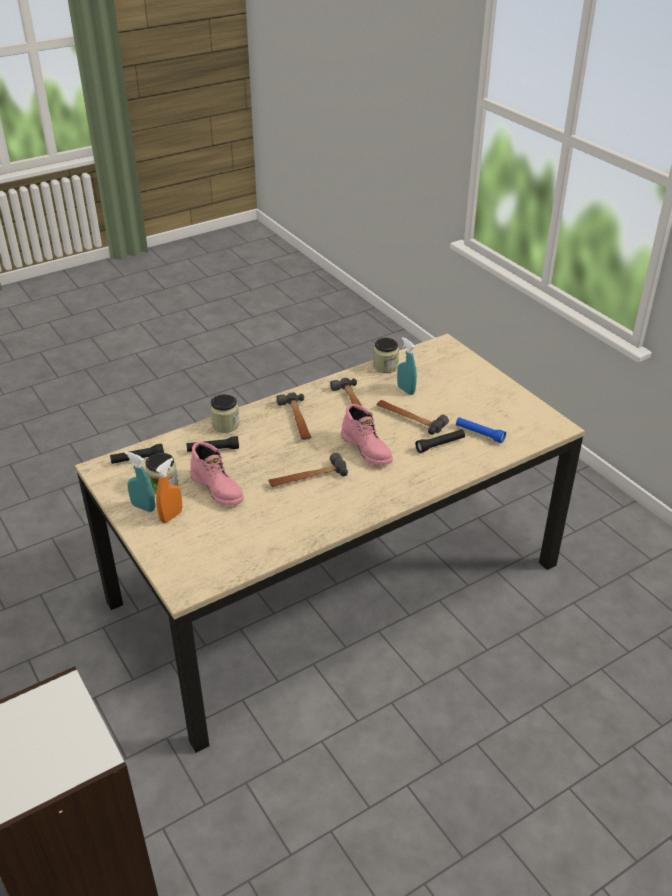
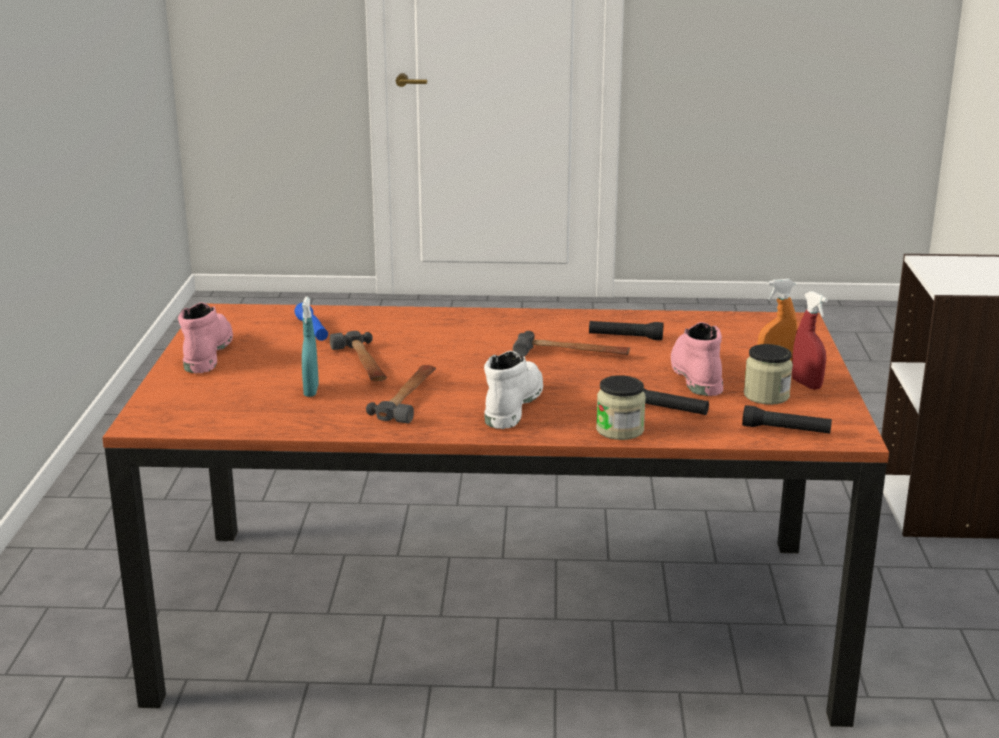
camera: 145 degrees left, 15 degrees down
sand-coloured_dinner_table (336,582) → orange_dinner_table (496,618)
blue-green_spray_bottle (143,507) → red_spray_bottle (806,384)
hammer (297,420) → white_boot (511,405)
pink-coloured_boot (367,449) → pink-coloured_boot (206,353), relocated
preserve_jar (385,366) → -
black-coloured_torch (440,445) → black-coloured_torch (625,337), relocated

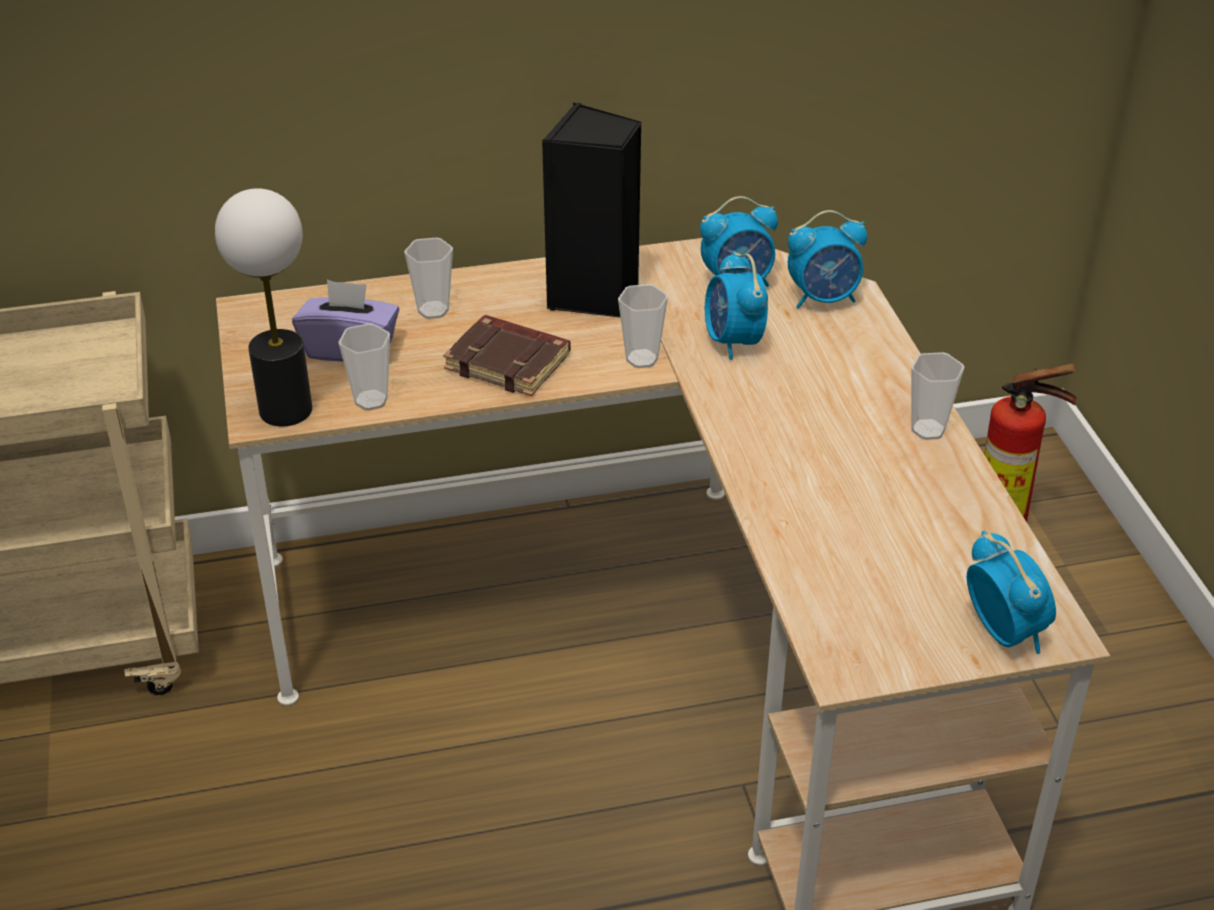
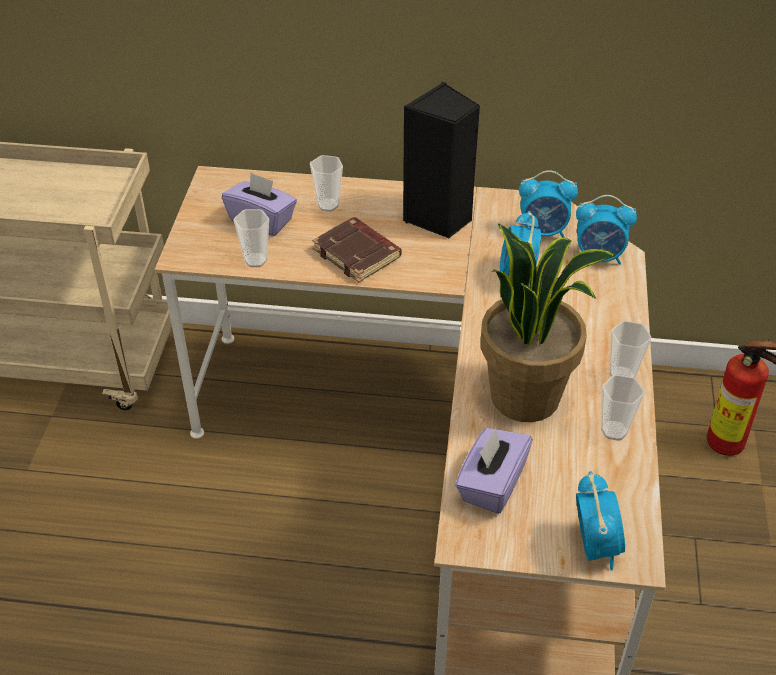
camera: 20 degrees right, 5 degrees up
table_lamp (286,411) → -
cup (642,359) → cup (614,430), relocated
- → purple-coloured_tissue_holder (491,484)
- → plant_in_a_pot (526,396)

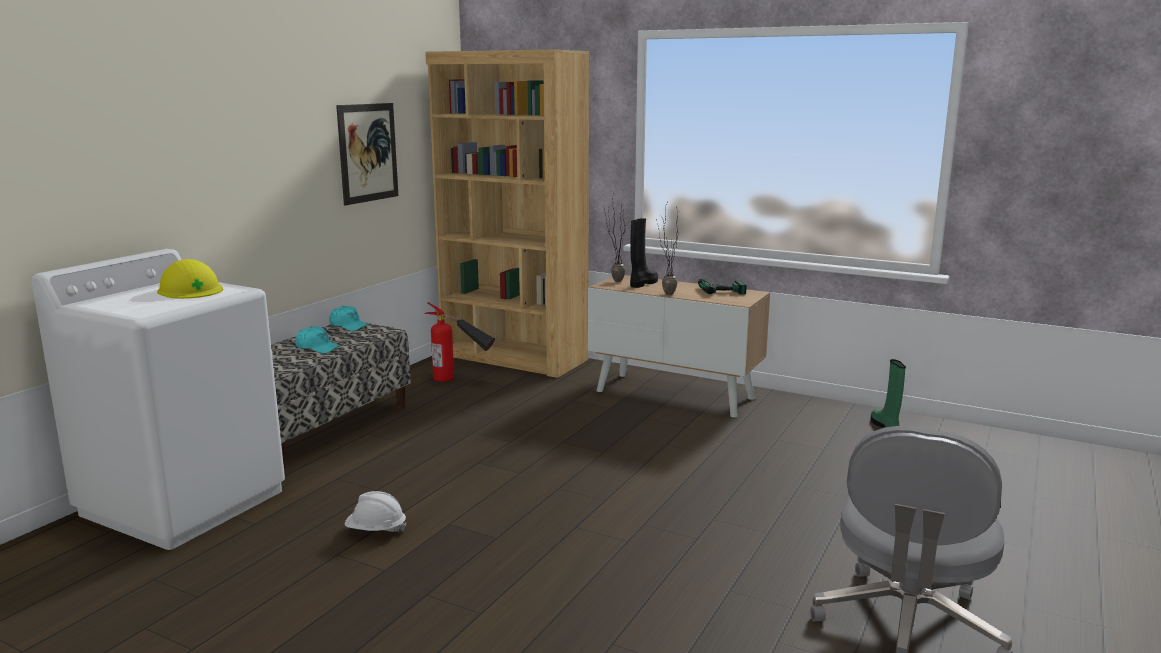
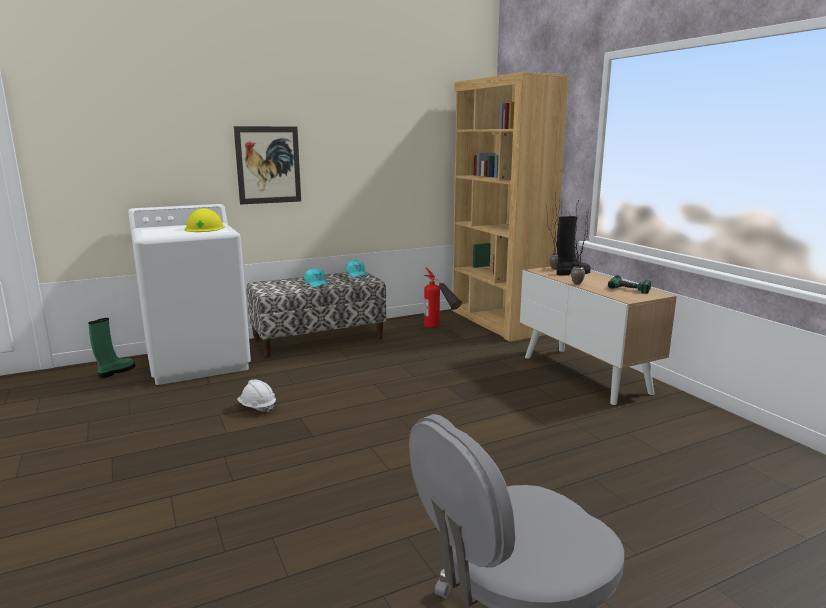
camera: 35 degrees right, 0 degrees up
wall_picture (368,153) → wall_picture (268,165), relocated
greenish_boot (885,427) → greenish_boot (116,372), relocated

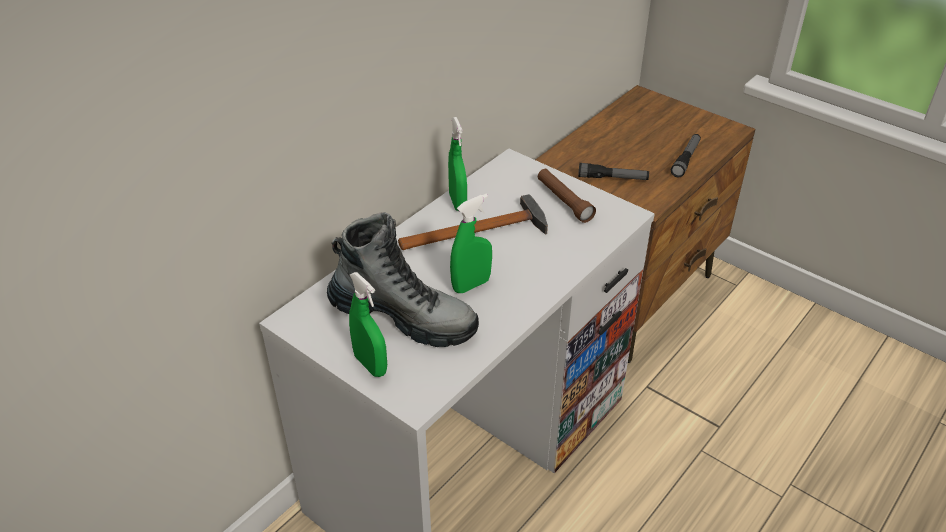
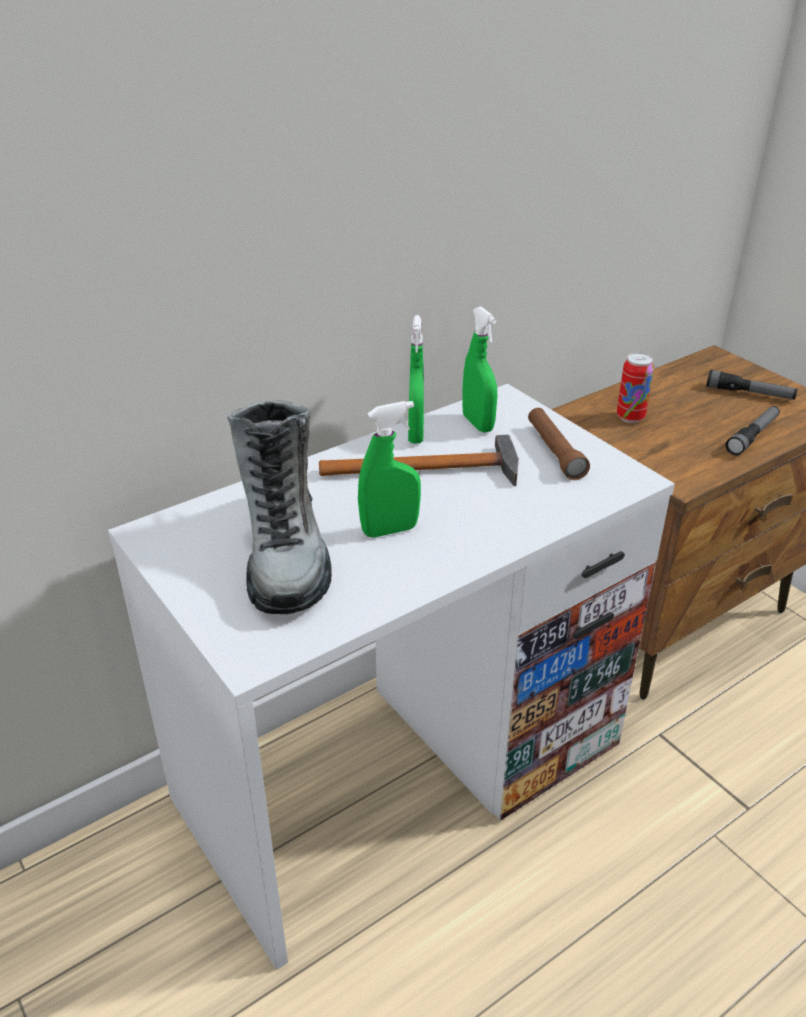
camera: 15 degrees right, 5 degrees down
boot (403,317) → boot (285,553), 45 degrees clockwise
greenish_spray_bottle (370,365) → greenish_spray_bottle (478,423), relocated
torch (612,178) → torch (749,393), relocated
- → metal_can (630,417)

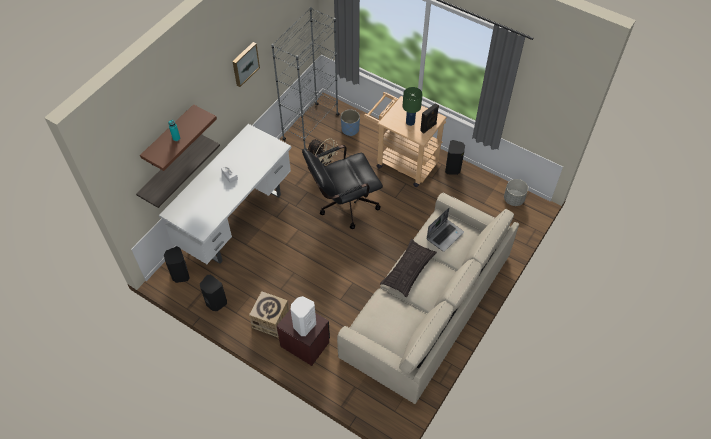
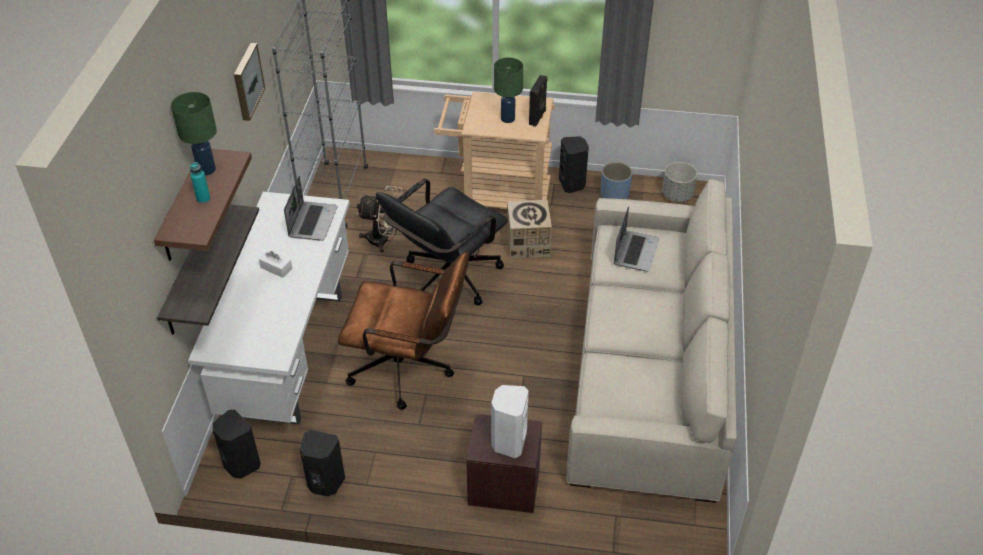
camera: 25 degrees left, 10 degrees down
cardboard_box (271,320) → cardboard_box (528,243), relocated
bluish_flower_pot (350,129) → bluish_flower_pot (614,195), relocated
cushion (408,270) → -
- → greenish_table_lamp (206,169)
- → laptop (312,221)
- → brown_computer_chair (409,370)

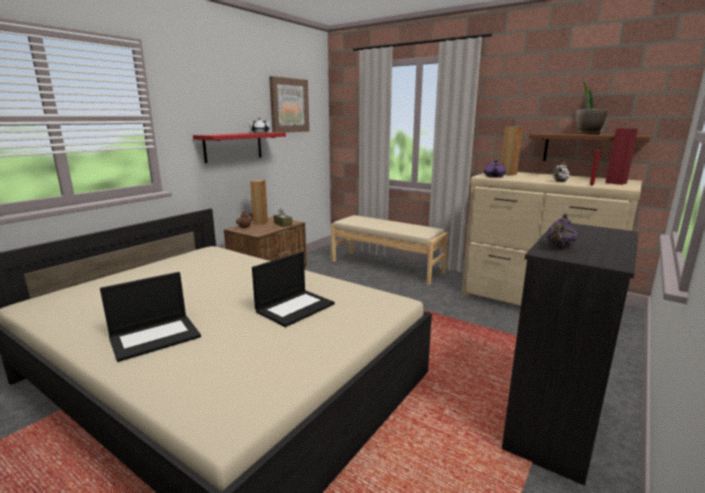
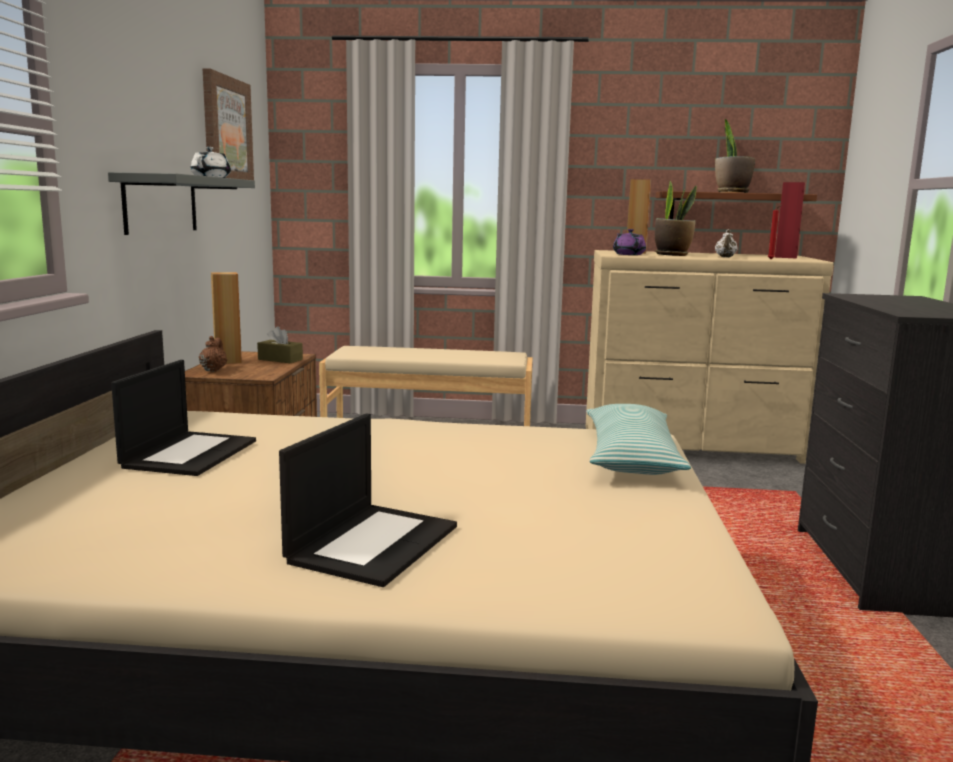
camera: 30 degrees left, 5 degrees down
red_shelf (233,146) → greyish_shelf (161,204)
laptop (295,307) → laptop (190,453), relocated
purple-coloured_teapot (559,246) → -
- → cushion (631,457)
- → plant_in_a_pot (672,255)

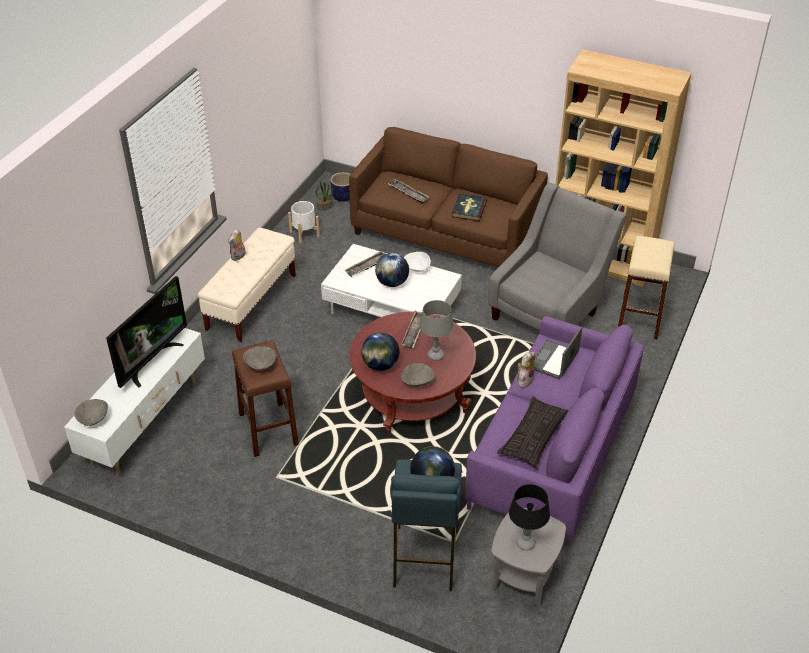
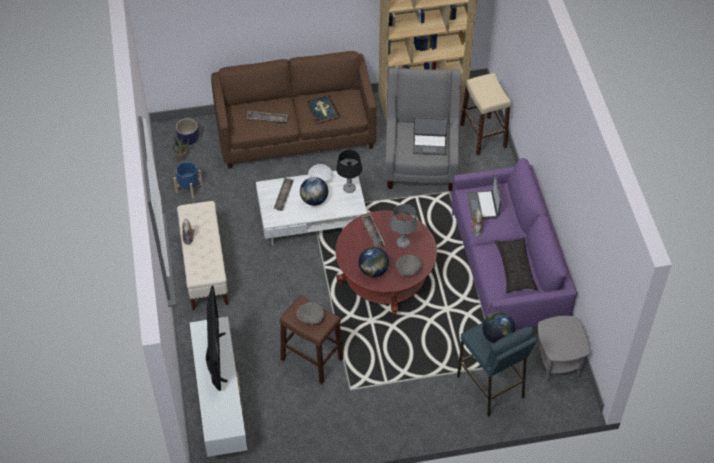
camera: 35 degrees left, 10 degrees up
greyish_serving_bowl (93,419) → -
white_flower_pot (304,234) → bluish_flower_pot (189,188)
black-coloured_table_lamp (525,543) → black-coloured_table_lamp (349,188), relocated
- → laptop (429,144)

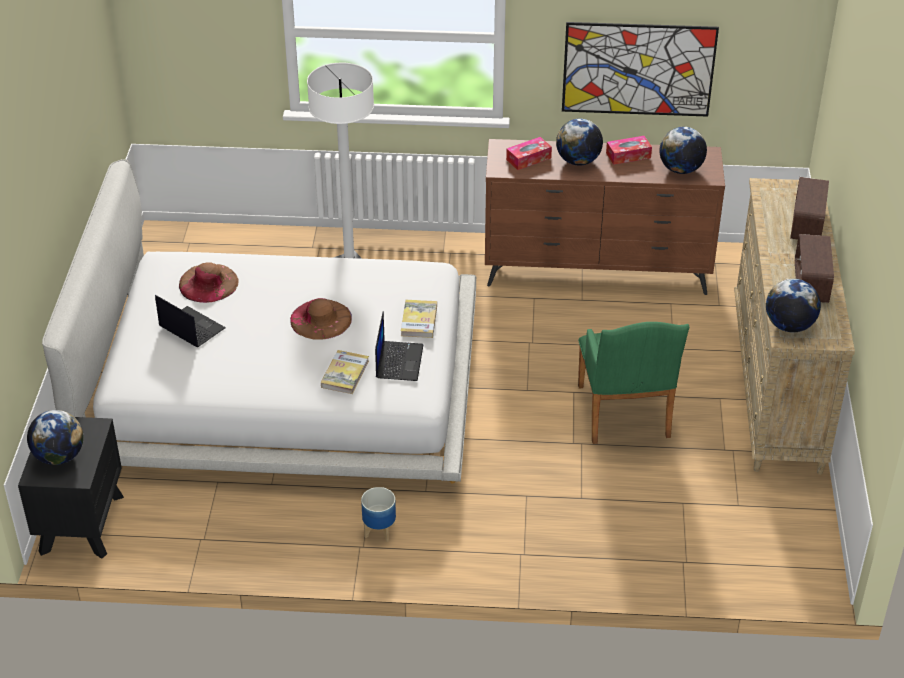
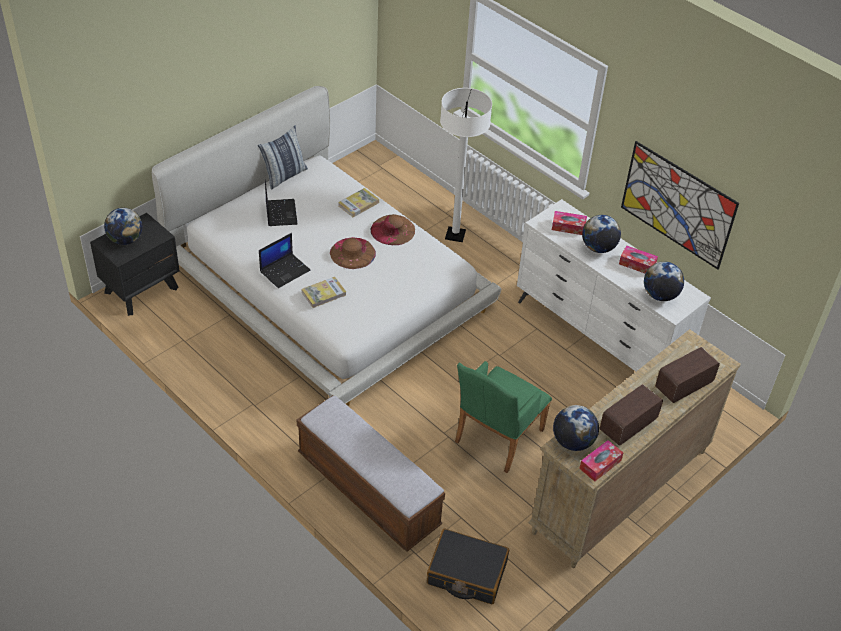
camera: 40 degrees right, 5 degrees up
brown_hat (208,283) → brown_hat (393,230), relocated
flower_pot (379,530) → -
laptop (398,361) → laptop (285,270), relocated
book (419,321) → book (358,204), relocated
brown_dresser (597,273) → white_dresser (598,339)
- → cushion (284,176)
- → bench (368,490)
- → black-coloured_piece_of_luggage (466,573)
- → tissue_holder (600,464)

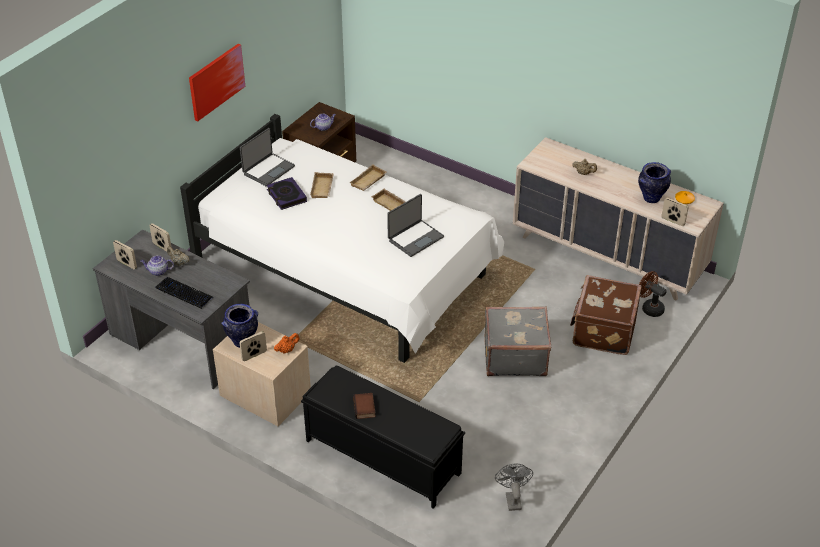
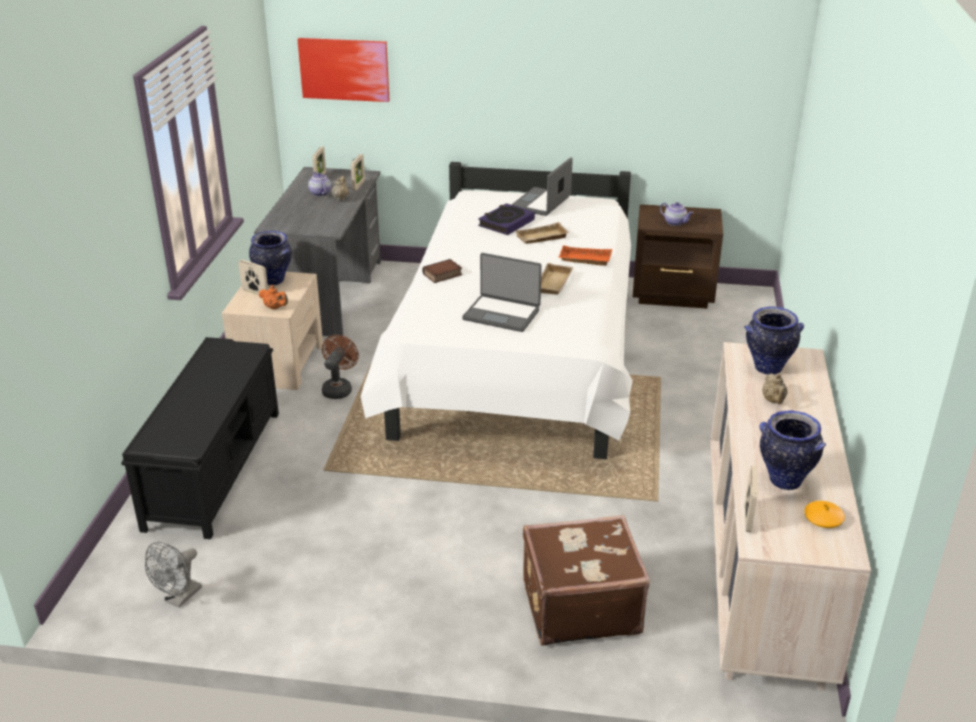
camera: 65 degrees right, 10 degrees down
PC_keyboard (184,293) → -
wall_picture (216,81) → wall_picture (344,69), relocated
laptop (268,170) → laptop (542,203), 105 degrees clockwise
sand-coloured_serving_tray (368,181) → orange_serving_tray (584,260)
book (365,408) → book (442,275), relocated
greyish_piece_of_luggage (514,356) → -
greyish_fan (512,498) → greyish_fan (179,598), 150 degrees clockwise
brown_fan (649,308) → brown_fan (339,388), relocated
- → vase (767,368)

